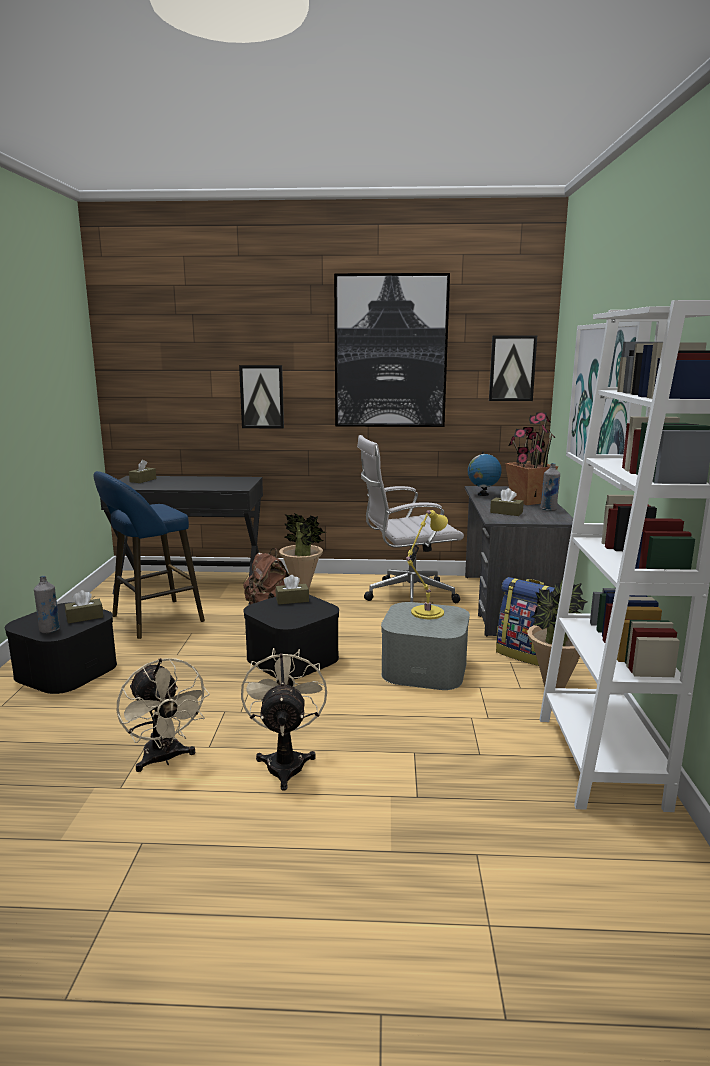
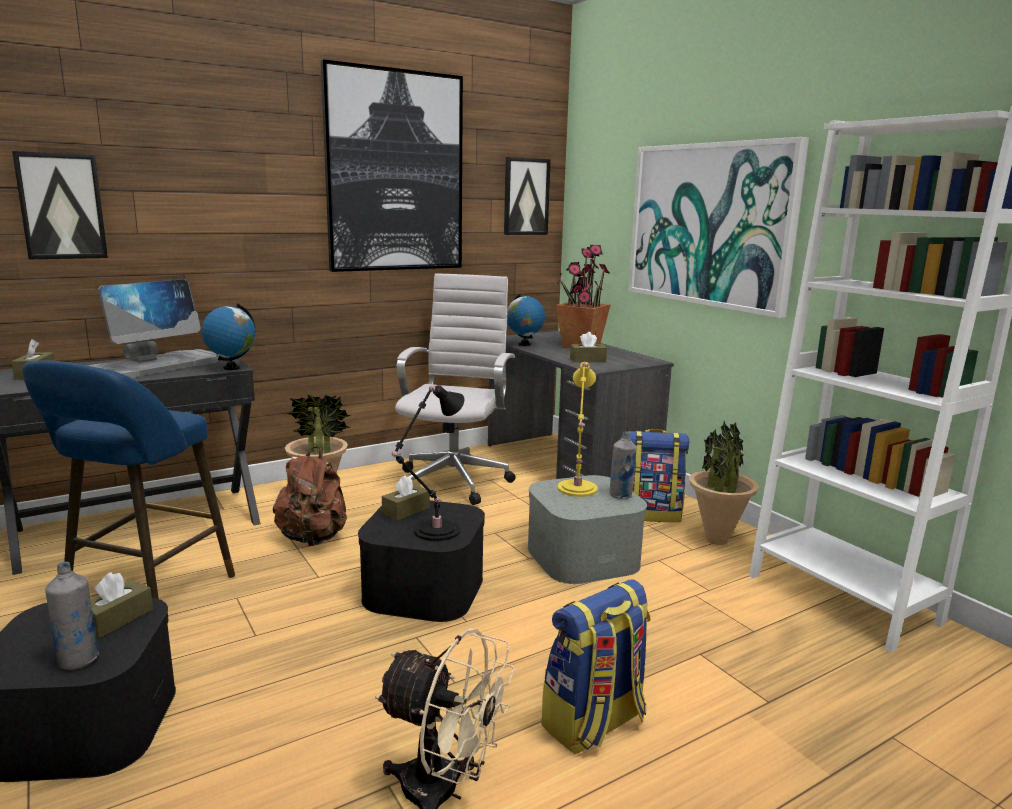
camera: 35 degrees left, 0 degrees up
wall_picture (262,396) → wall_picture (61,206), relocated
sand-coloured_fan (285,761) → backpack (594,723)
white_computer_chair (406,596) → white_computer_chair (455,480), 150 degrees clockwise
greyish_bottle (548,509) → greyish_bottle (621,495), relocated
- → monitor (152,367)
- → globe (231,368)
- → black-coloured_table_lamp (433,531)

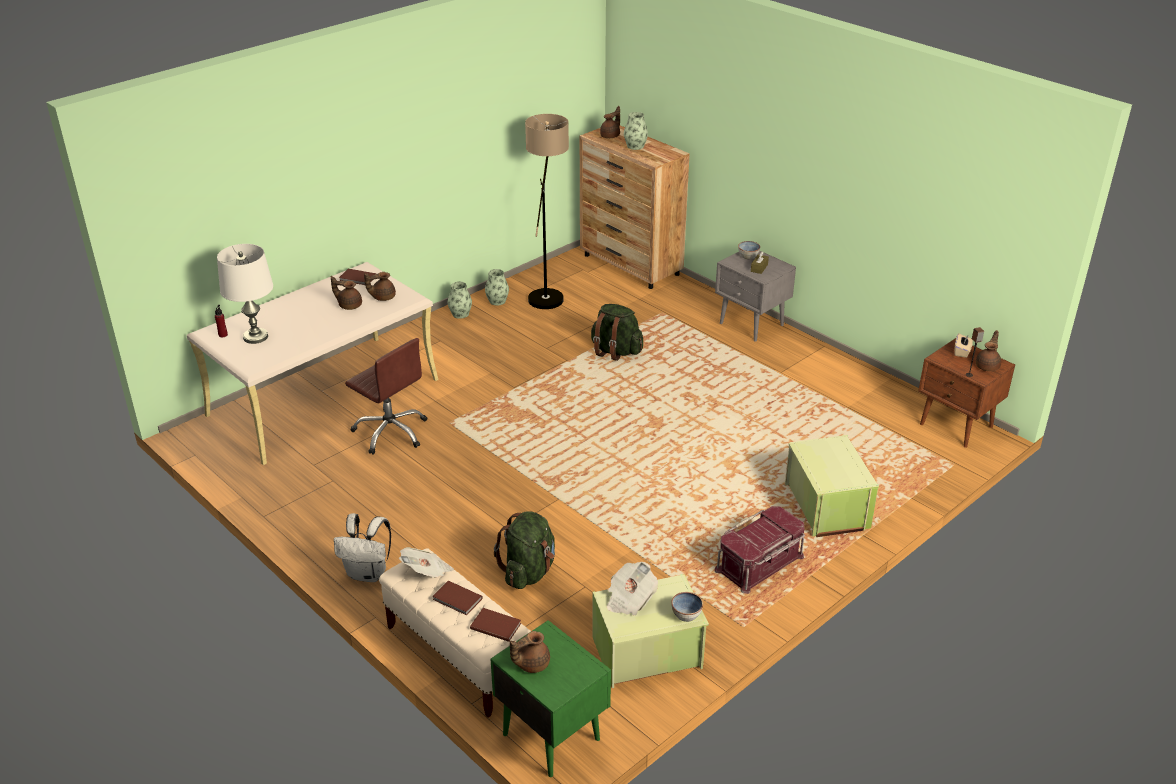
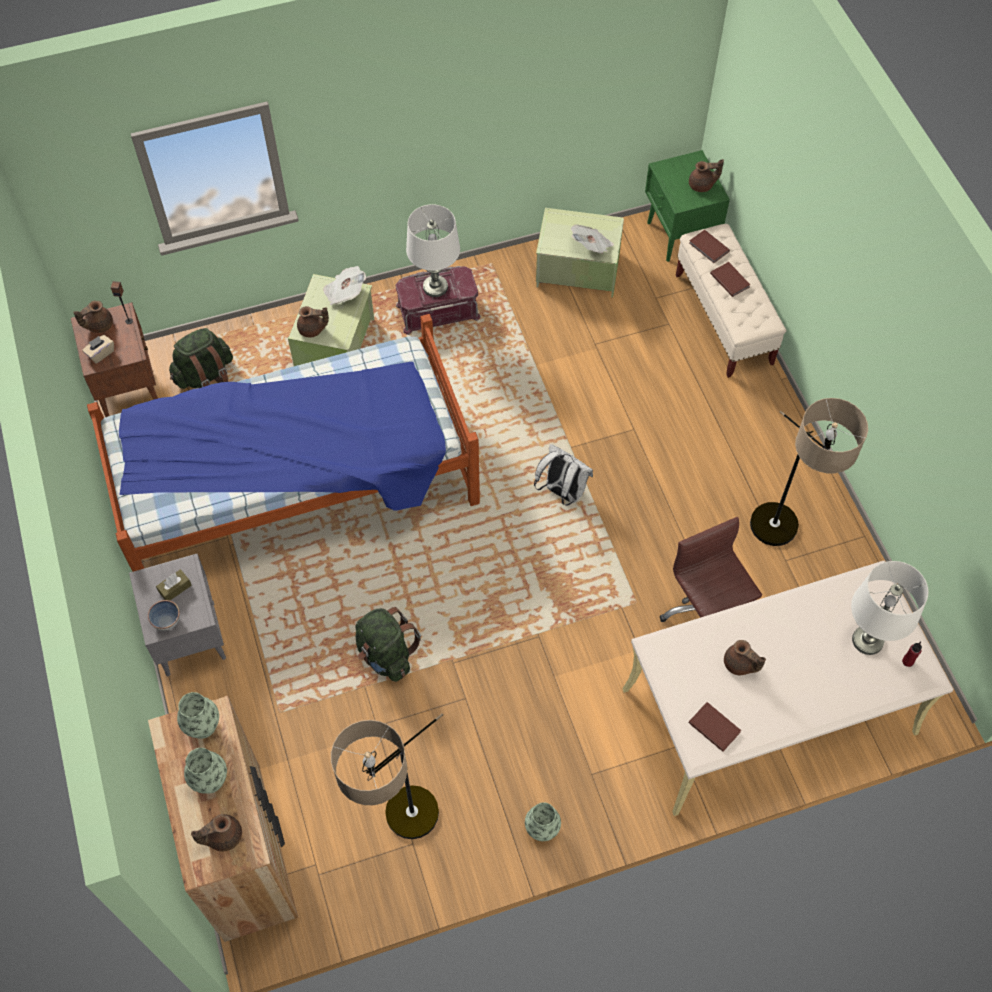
camera: 155 degrees left, 25 degrees up
white_backpack (368,573) → white_backpack (562,492), relocated
brown_teapot (382,297) → brown_teapot (312,329), relocated
printed_paper (427,572) → printed_paper (344,293), relocated
vase (497,301) → vase (202,725), relocated
greenish_backpack (529,572) → greenish_backpack (205,376), relocated
serving_bowl (686,615) → -
- → bedroom_bed (298,489)
- → white_table_lamp (435,287)
- → standing_lamp (779,542)

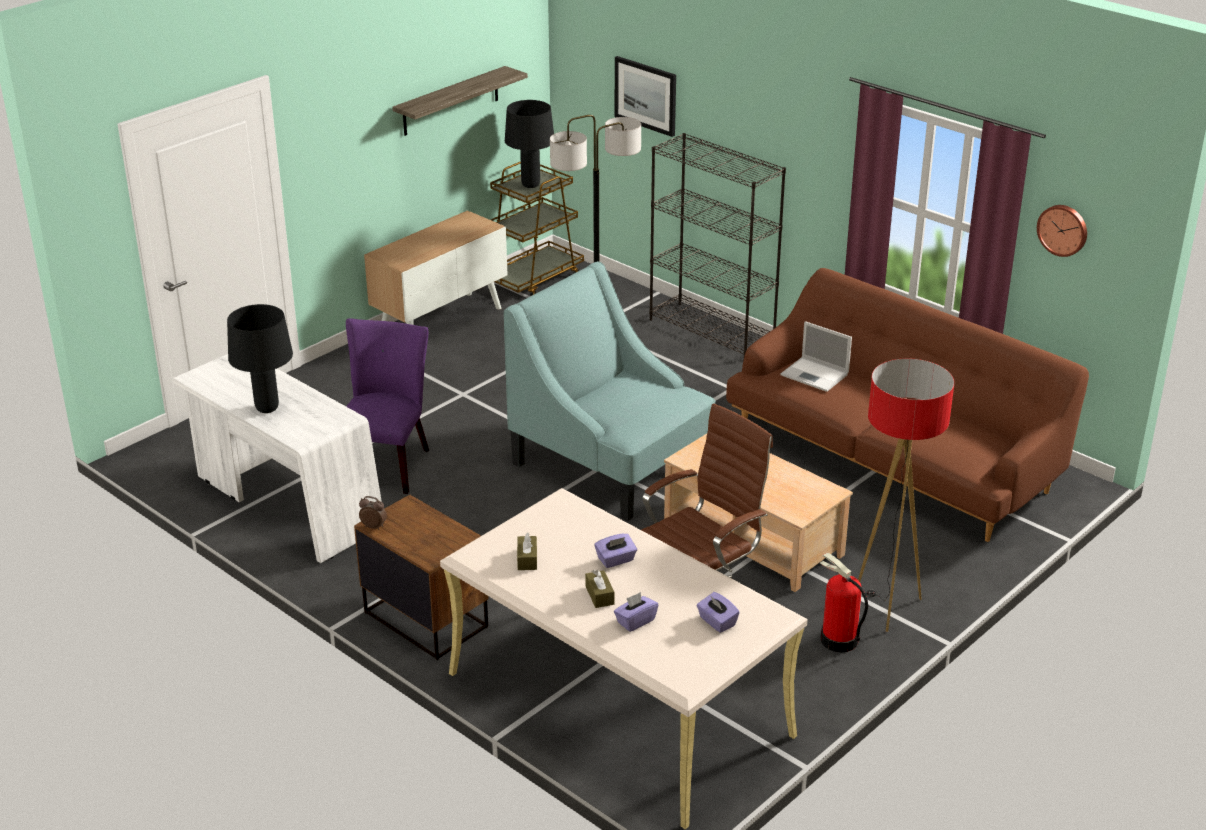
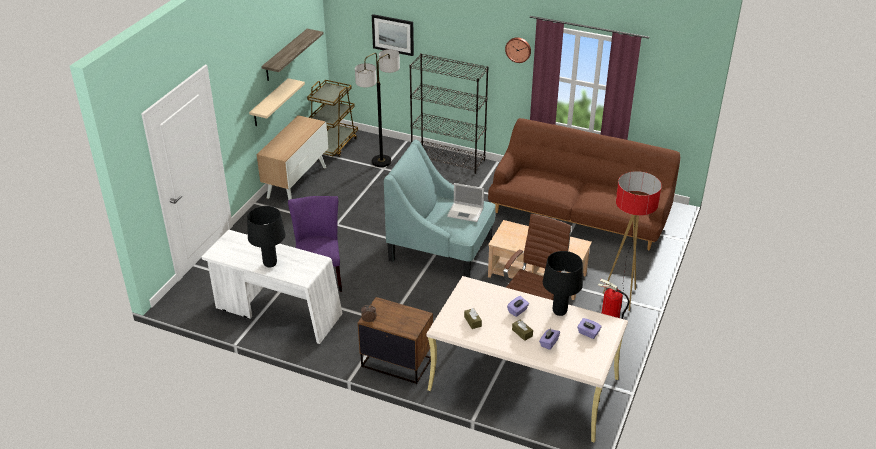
camera: 20 degrees left, 5 degrees up
black-coloured_table_lamp (531,185) → black-coloured_table_lamp (560,312), relocated
laptop (815,375) → laptop (466,212), relocated
clock_on_the_wall (1063,229) → clock_on_the_wall (518,49), relocated
- → sand-coloured_shelf (270,103)

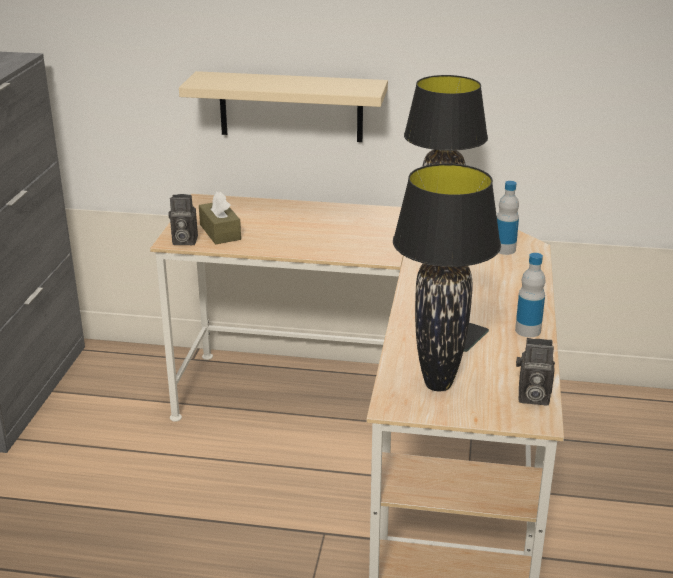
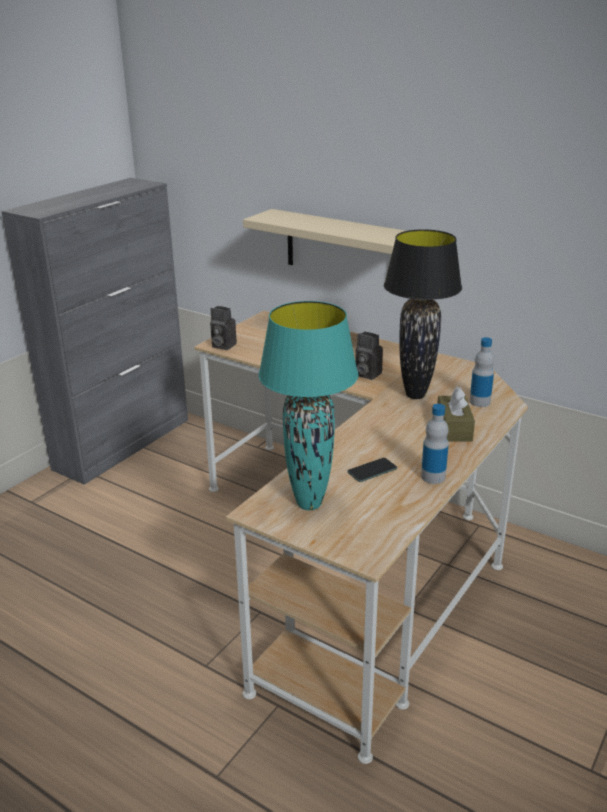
camera: 25 degrees right, 0 degrees up
brown_tissue_holder (220,232) → brown_tissue_holder (454,428), relocated
black-coloured_table_lamp (437,385) → blue-green_table_lamp (308,504)
still_camera (531,397) → still_camera (366,374), relocated

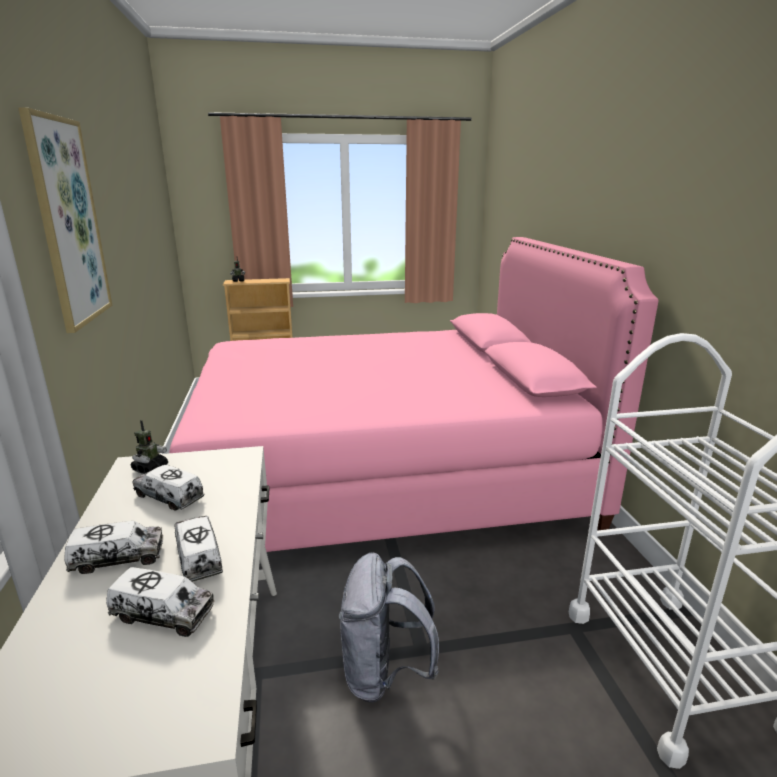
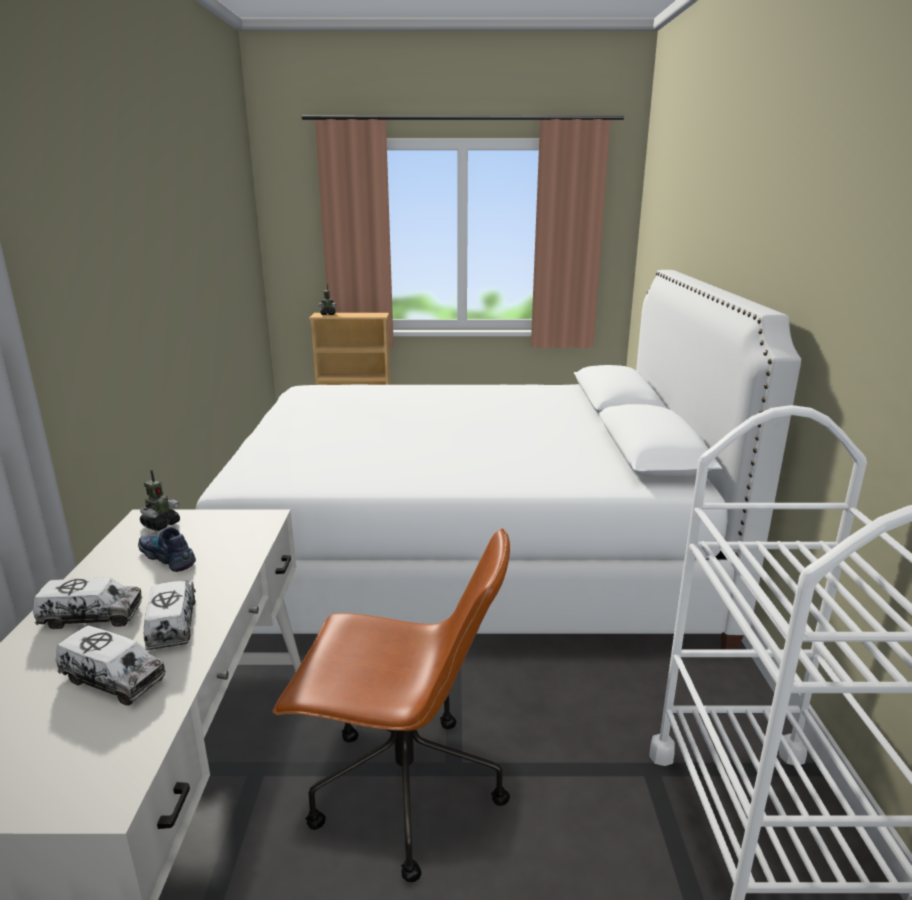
camera: 10 degrees right, 0 degrees up
wall_picture (68,223) → -
toy_truck (169,496) → shoe (168,557)
pink-coloured_bedroom_bed (380,474) → white_bedroom_bed (465,557)
greyish_backpack (384,673) → brown_computer_chair (402,790)

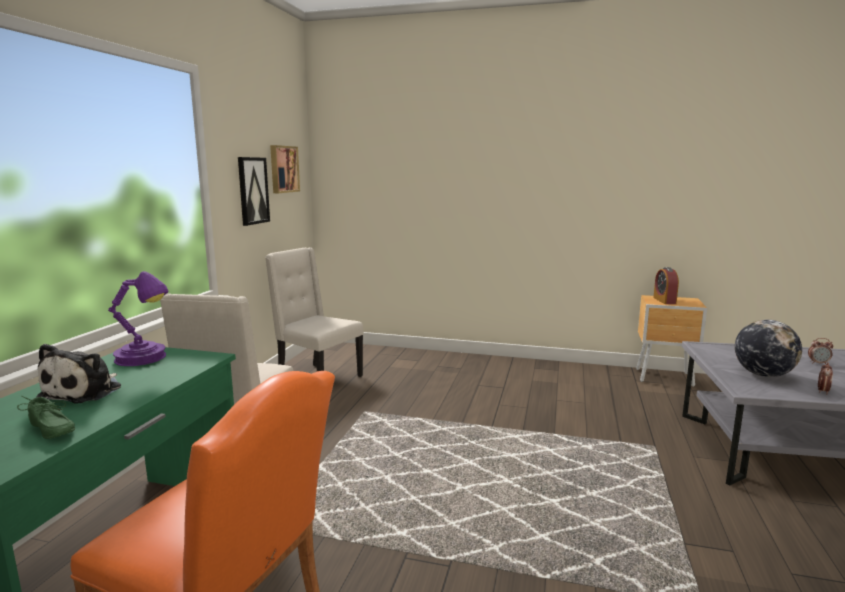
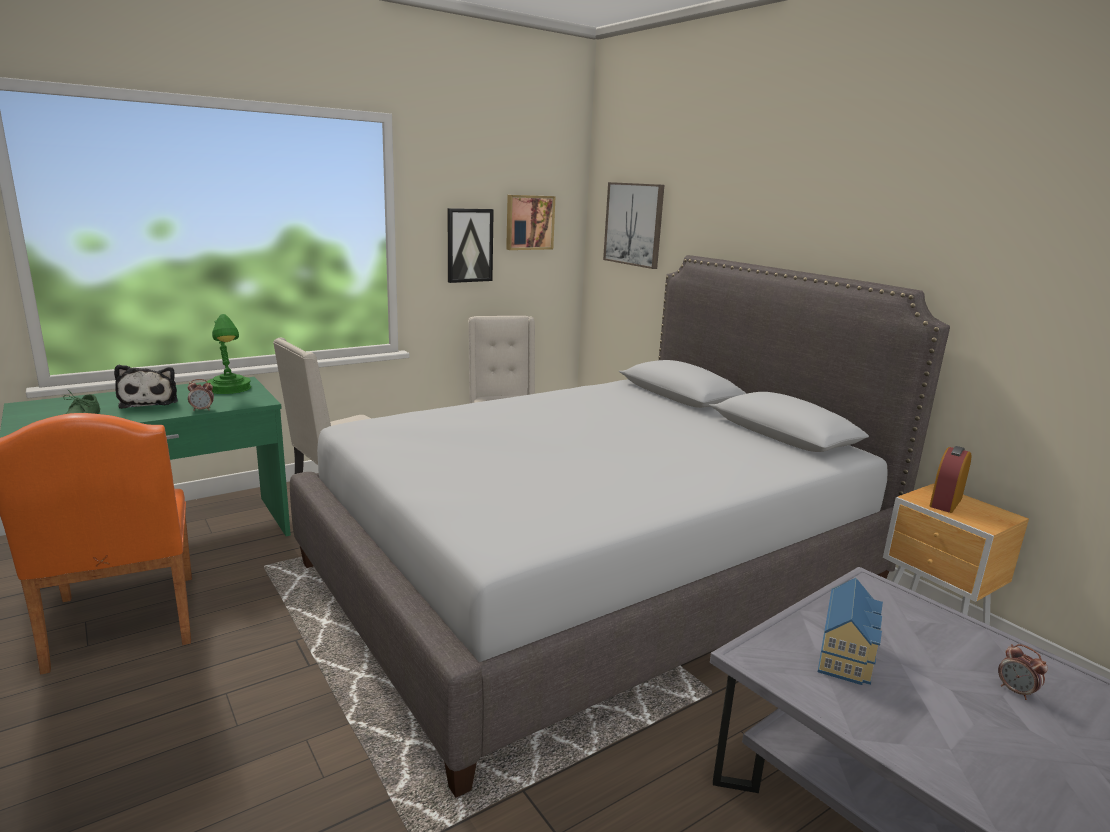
camera: 40 degrees right, 5 degrees up
plush_toy (85,391) → plush_toy (150,401), 75 degrees counterclockwise
purple-coloured_table_lamp (144,358) → greenish_table_lamp (230,389)
globe (763,375) → model_house (848,655)
bedside_clock (822,391) → bedside_clock (202,409), relocated
- → greyish_bedroom_bed (594,578)
- → wall_picture (634,224)

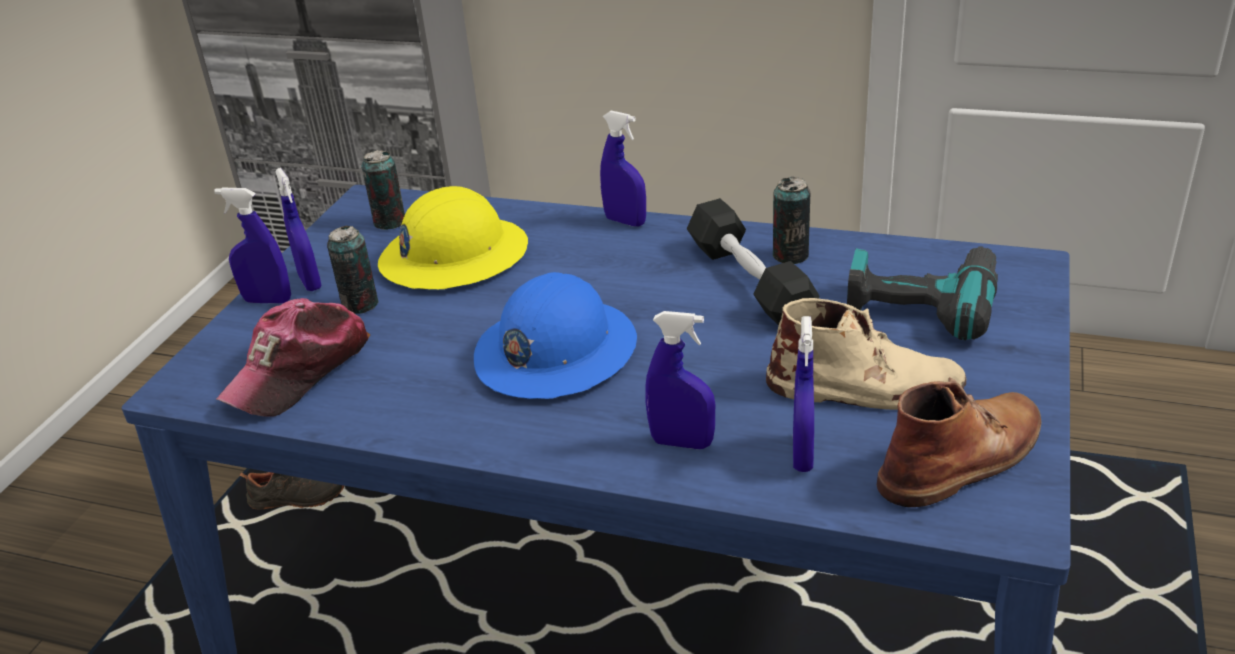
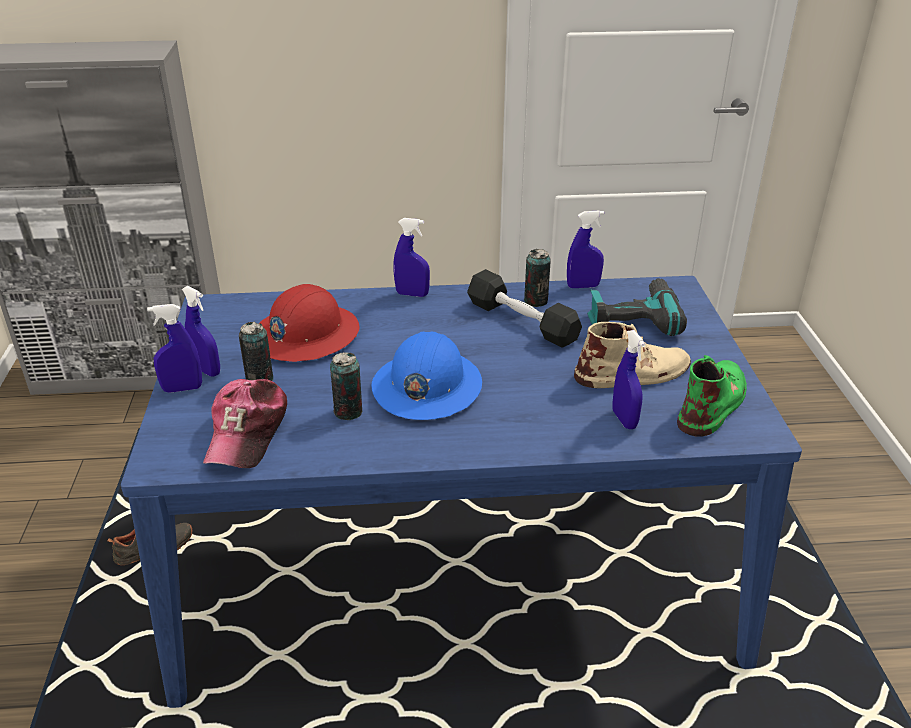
camera: 25 degrees left, 0 degrees up
metal_can (390,222) → metal_can (348,412), relocated
yellowish_hard_hat (453,256) → red_hard_hat (305,335)
bluish_spray_bottle (682,442) → bluish_spray_bottle (583,286), relocated
brown_boot (963,456) → greenish_boot (712,402)

